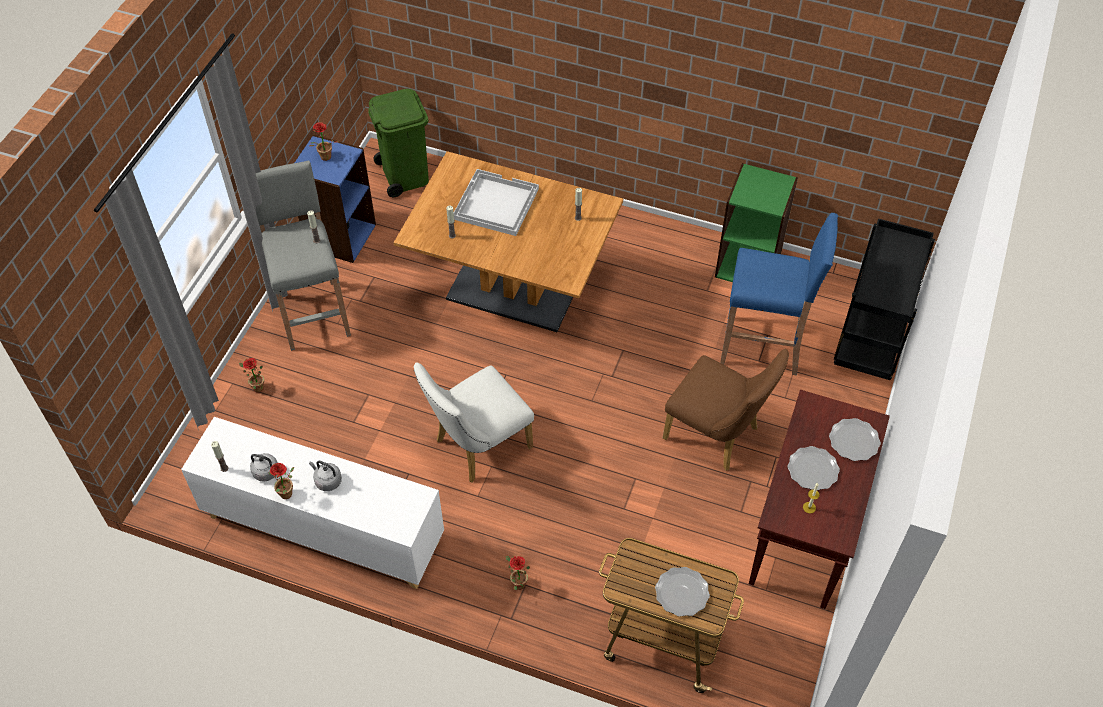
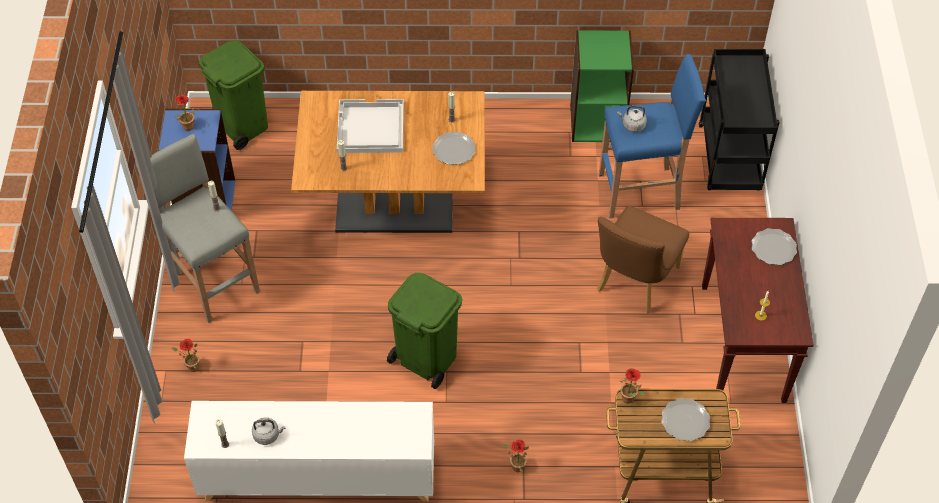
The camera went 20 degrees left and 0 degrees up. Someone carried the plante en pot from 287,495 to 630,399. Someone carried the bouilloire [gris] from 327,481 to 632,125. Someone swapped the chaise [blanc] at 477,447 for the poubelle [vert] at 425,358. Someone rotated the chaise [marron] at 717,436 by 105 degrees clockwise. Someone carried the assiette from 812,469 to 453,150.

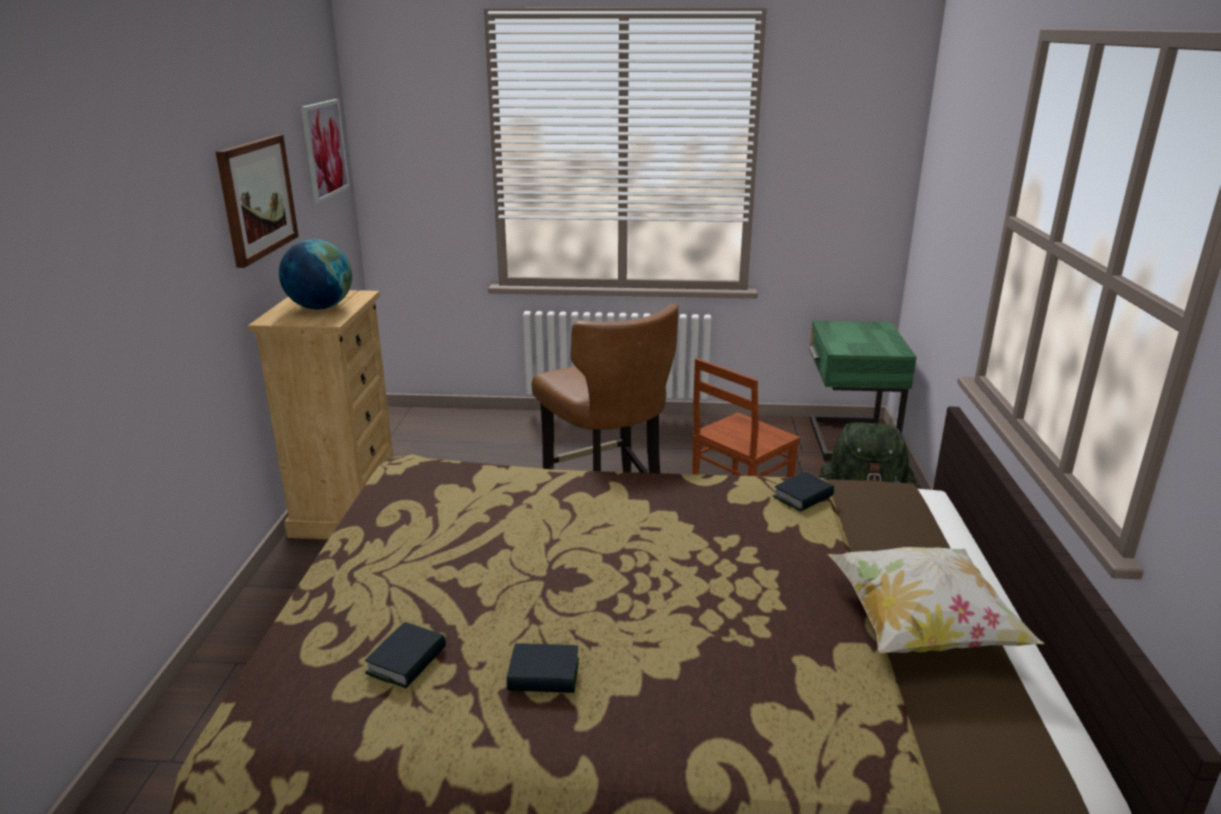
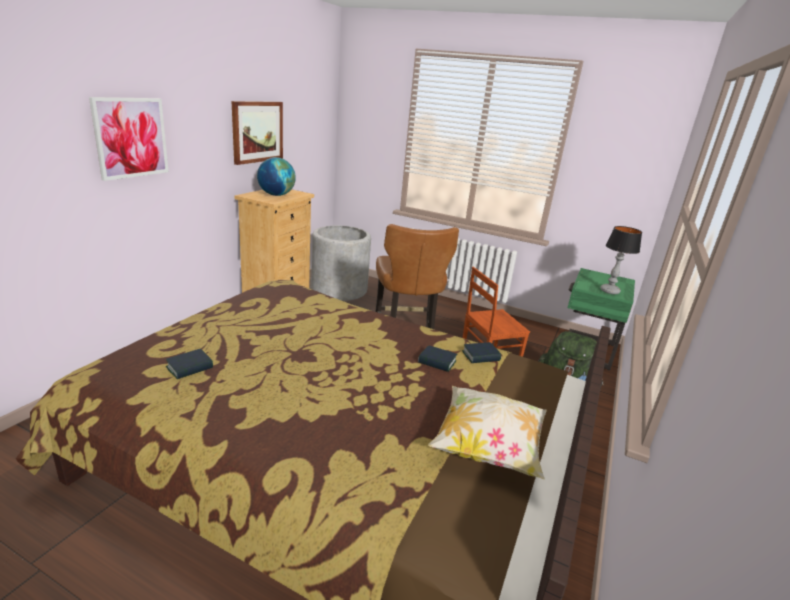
The camera went 20 degrees right and 0 degrees up. Someone carried the tableau from 324,149 to 131,137. Someone carried the livre from 544,675 to 437,362. Someone put down the cache-pot [gris] at 339,290. Someone put down the lampe de table at 610,291.

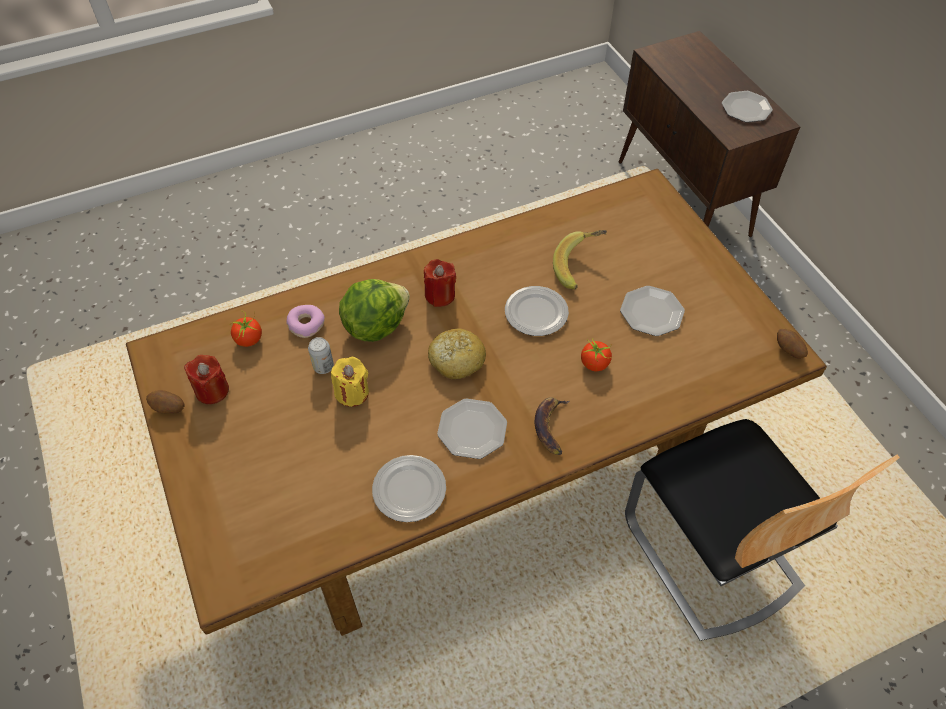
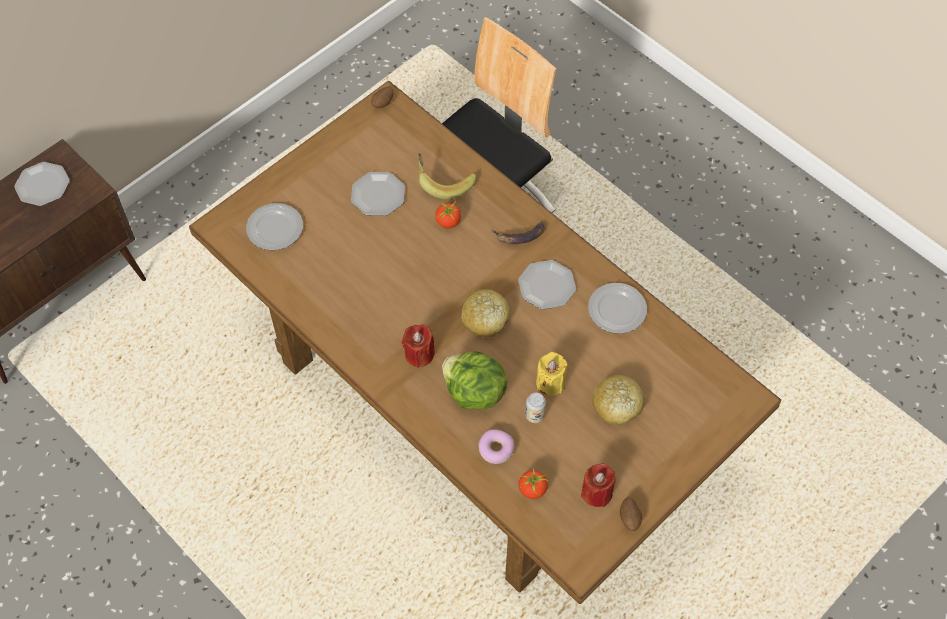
The camera went 110 degrees left and 5 degrees up. Someone carried the assiette from 537,313 to 274,228. Someone carried the banane from 580,267 to 444,181. Someone put down the pain at 617,405.

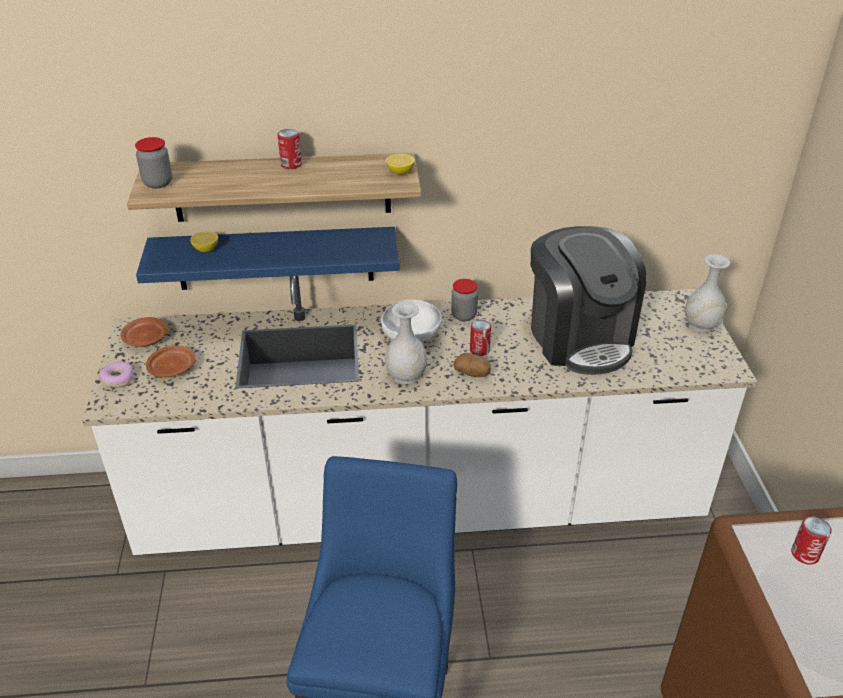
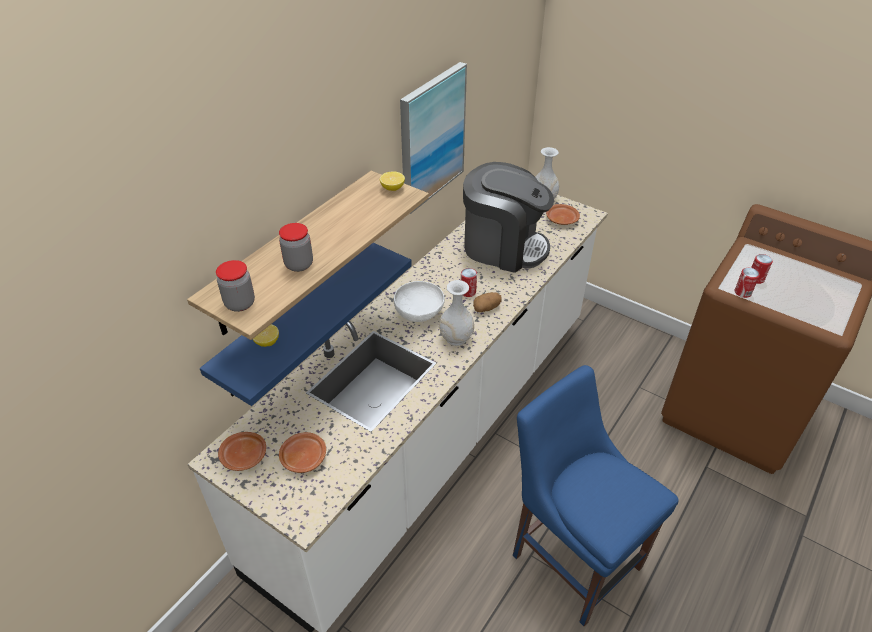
The camera went 50 degrees left and 5 degrees up. Someone took away the beignet at 118,379. Someone carried the boîte métallique from 291,164 to 742,292. Someone carried the bocal from 464,315 to 299,264. Someone put up the tableau at 431,137. Someone put down the assiette [marron] at 561,219.

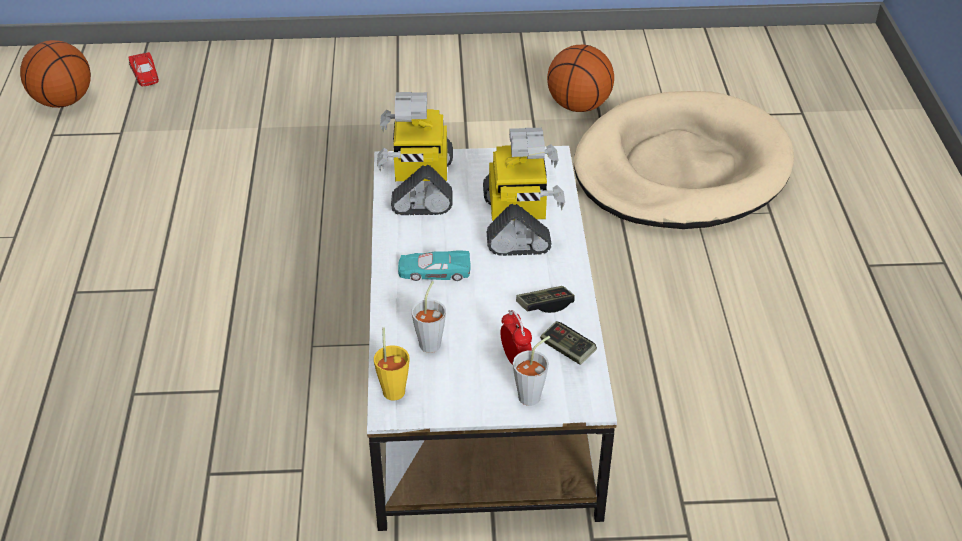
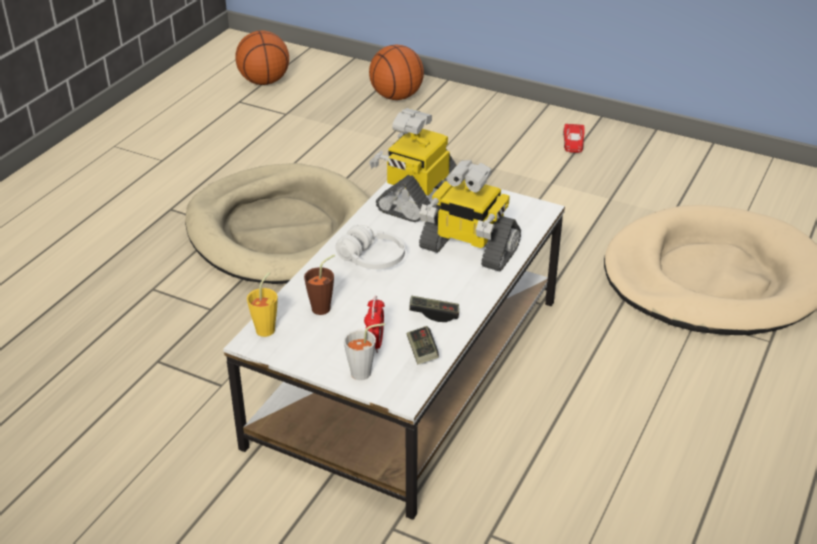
The camera went 30 degrees right and 5 degrees down. Someone carried the petite voiture [rouge] from 145,74 to 573,142. Someone swapped the petite voiture [turquoise] at 434,270 for the casque audio [blanc] at 372,259. Someone repainted the tasse [gris] at 432,341, which became the tasse [marron] at 324,307. Someone rotated the robot jouet at 518,224 by 90 degrees clockwise. Someone carried the ballon de basket from 578,106 to 396,96. Someone put down the panier pour chien [beige] at 282,231.

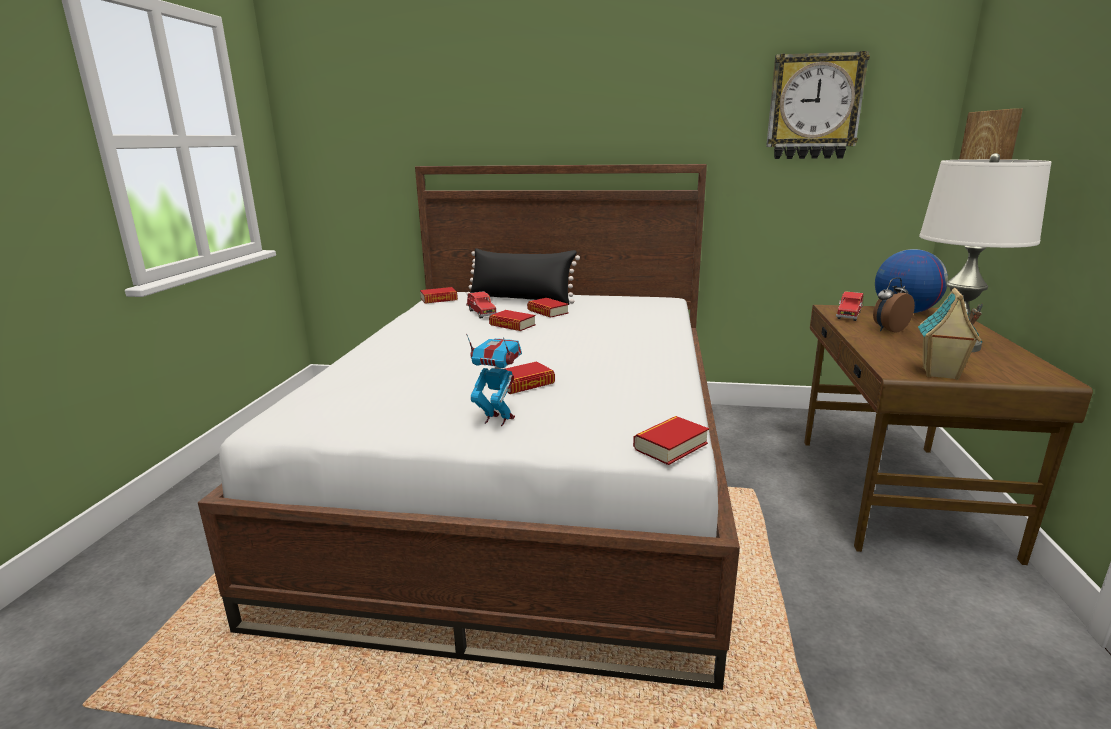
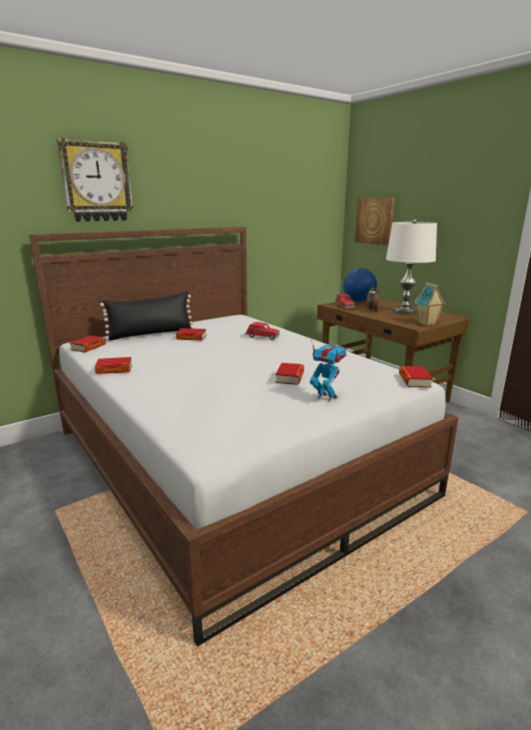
The camera went 45 degrees left and 0 degrees up. Someone carried the petite voiture [rouge] from 481,313 to 262,337. Someone rotated the robot jouet at 498,419 by 60 degrees clockwise. Someone carried the livre from 512,325 to 114,369. Someone carried the horloge murale from 814,107 to 96,182.

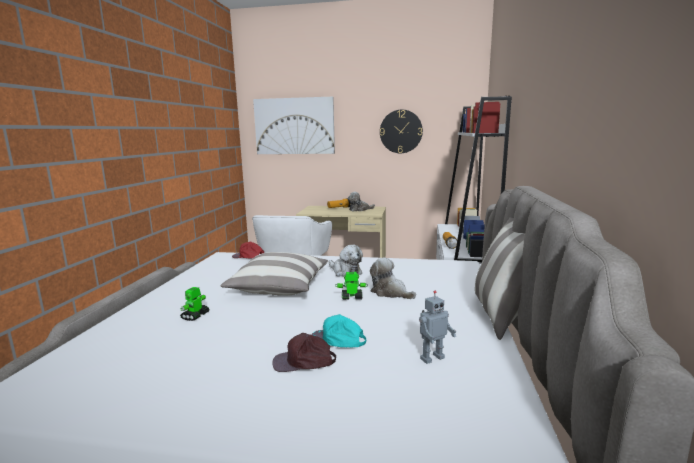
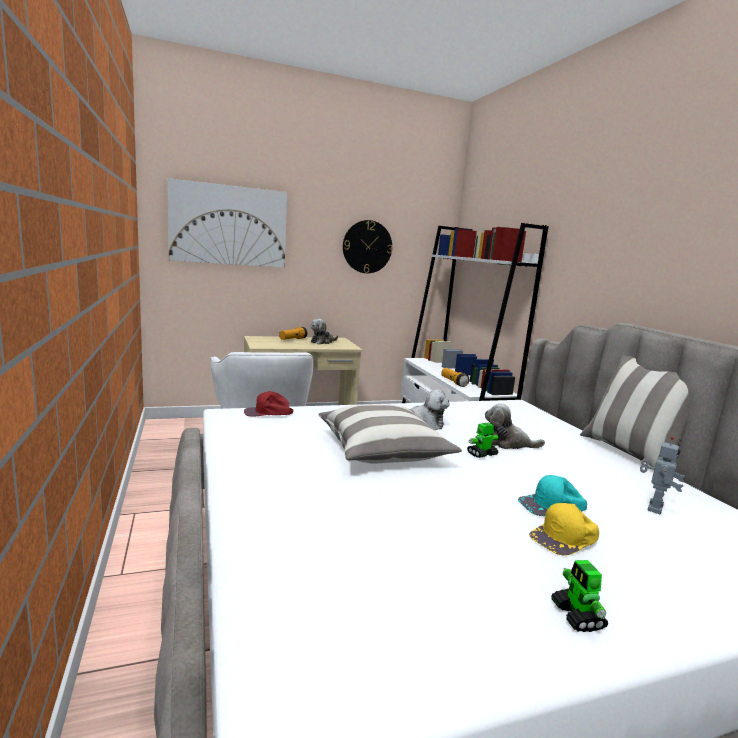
The camera went 30 degrees left and 0 degrees up. Someone carried the robot jouet from 195,316 to 577,616. Someone repainted the casquette [marron] at 304,362, which became the casquette [jaune] at 565,538.

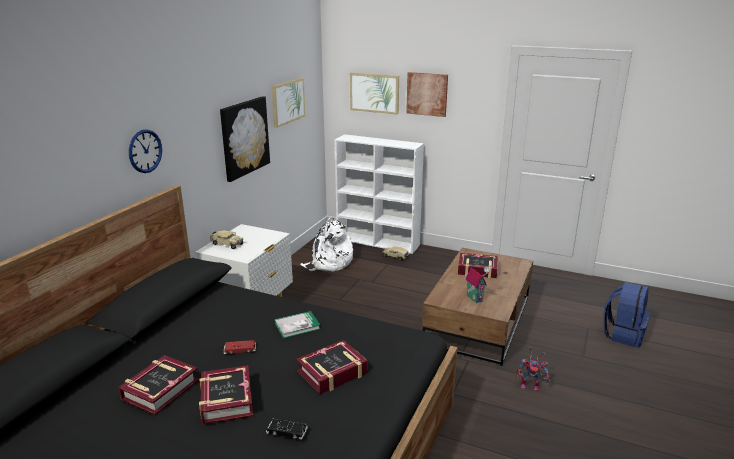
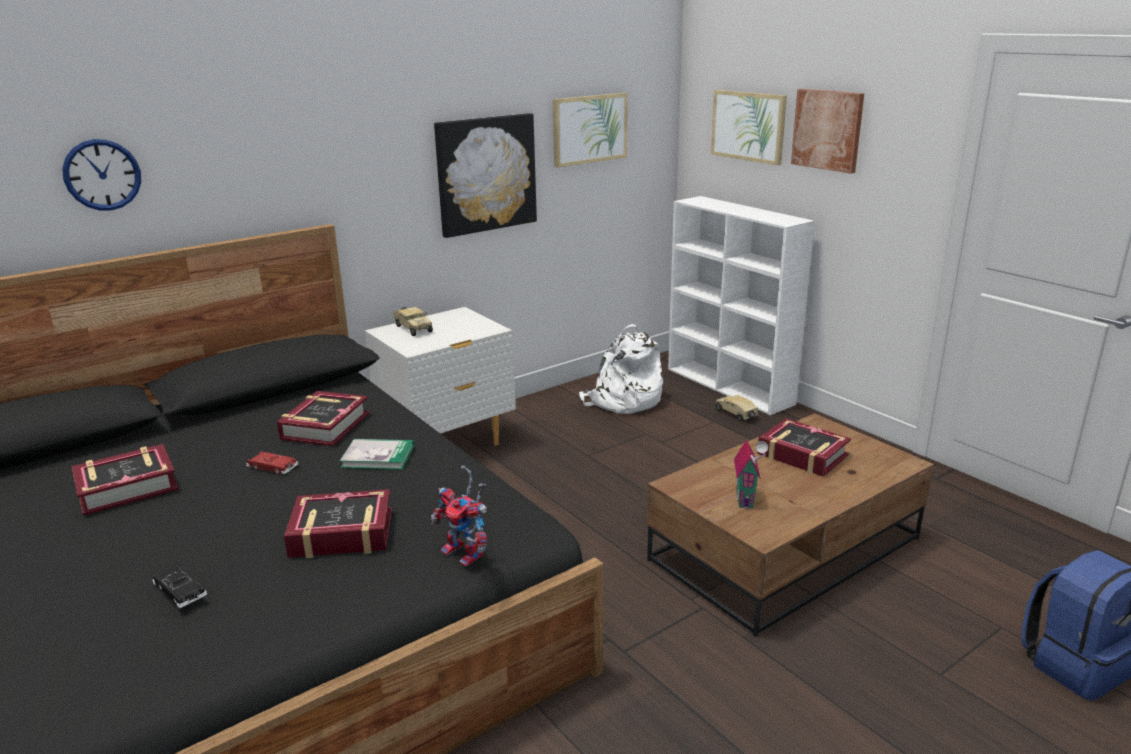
The camera went 30 degrees right and 0 degrees up. Someone carried the horloge murale from 145,151 to 102,175. Someone carried the livre from 226,400 to 325,426. Someone carried the robot jouet from 531,386 to 467,554.

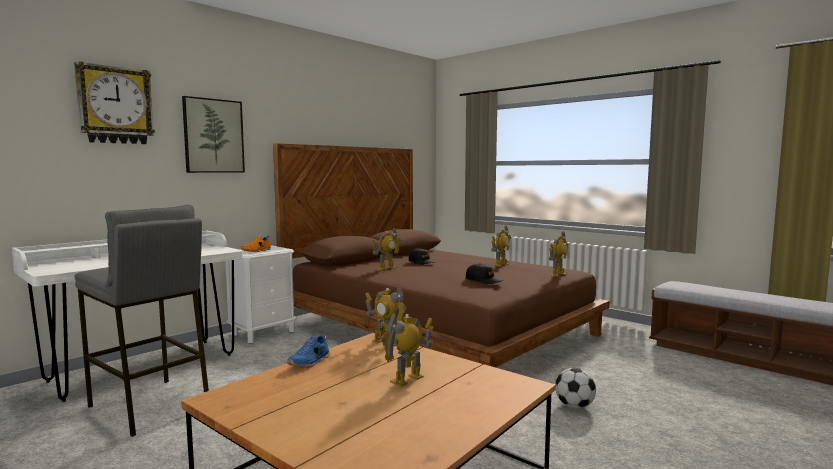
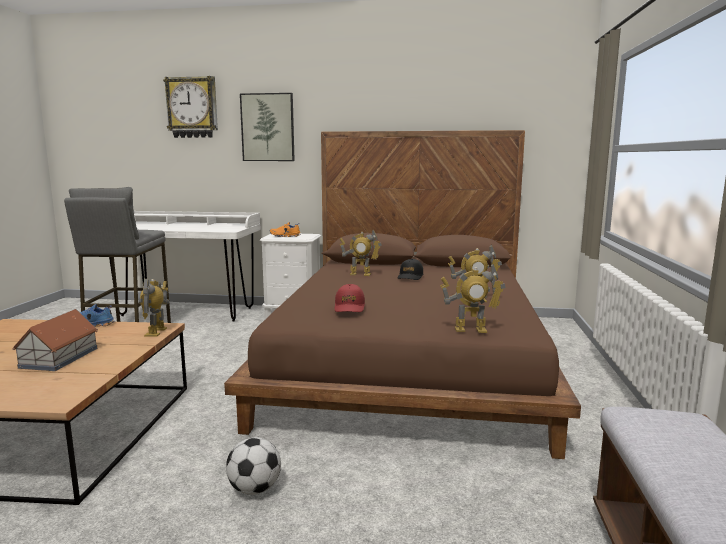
The camera went 55 degrees right and 5 degrees up. Someone swapped the robot jouet at 407,380 for the maison miniature at 58,358. Someone repainted the casquette [noir] at 484,280, which became the casquette [rouge] at 349,307.

